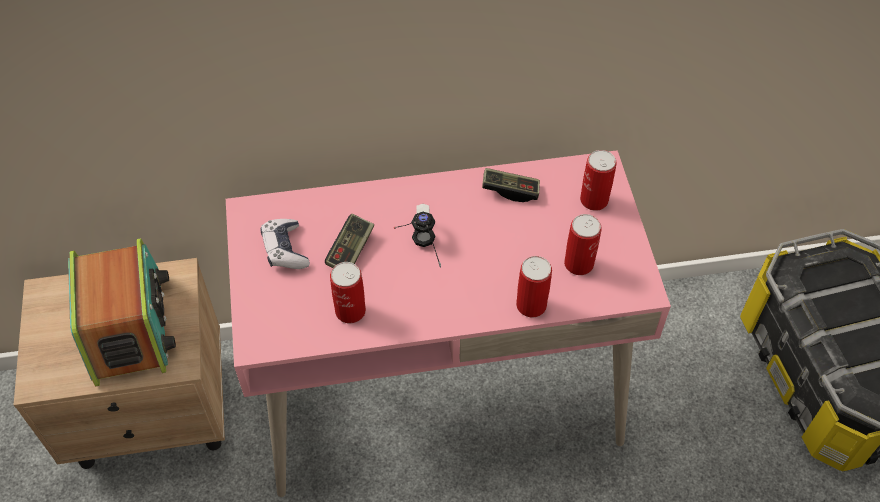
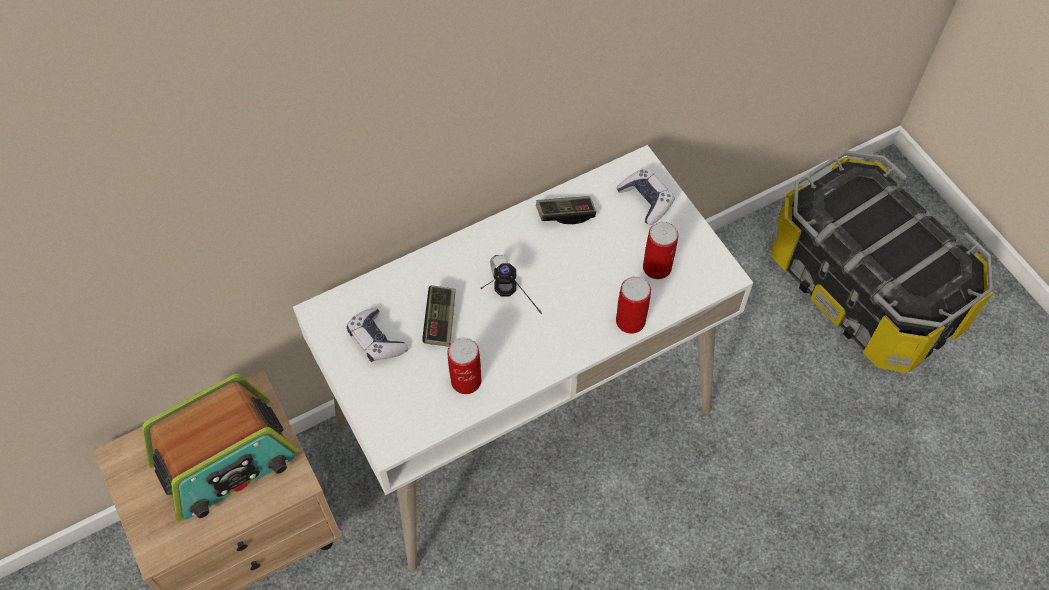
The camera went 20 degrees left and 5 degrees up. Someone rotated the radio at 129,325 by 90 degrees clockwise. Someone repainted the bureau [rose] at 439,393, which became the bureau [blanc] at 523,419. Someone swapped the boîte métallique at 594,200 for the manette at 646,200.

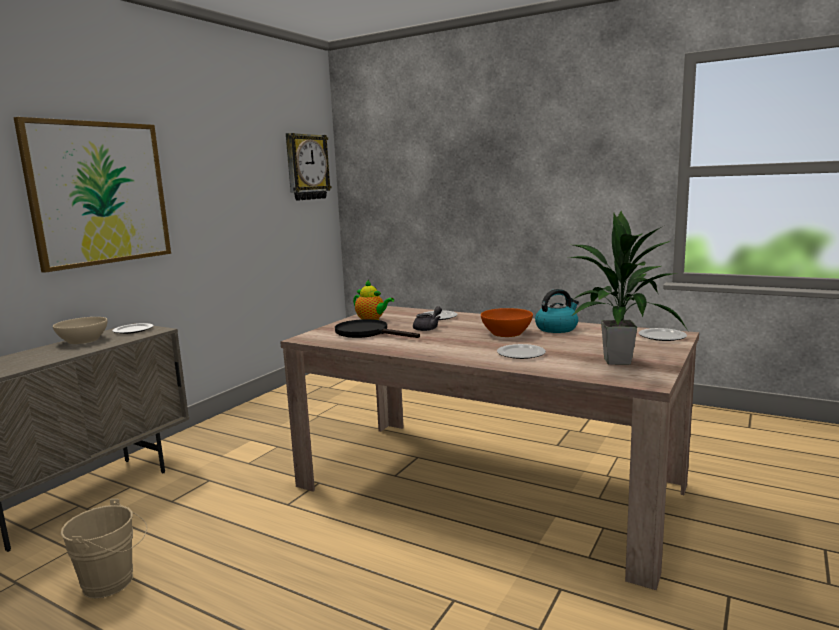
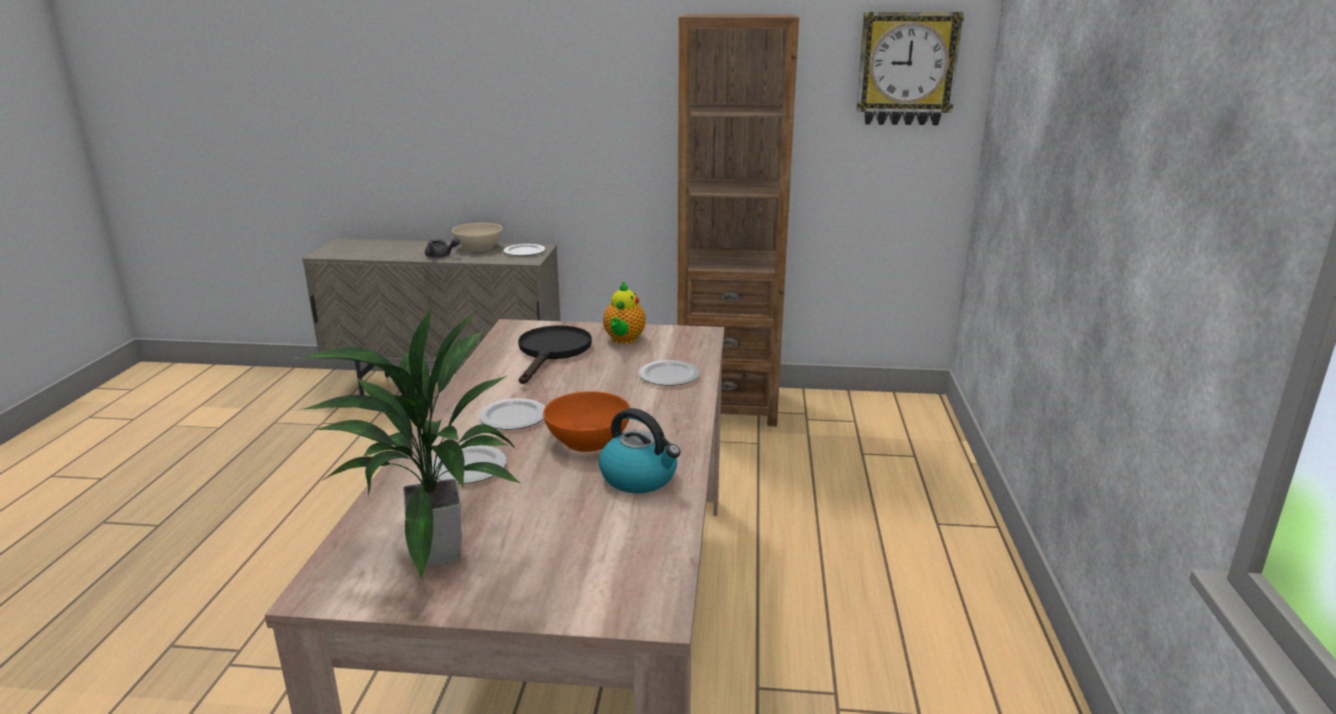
The camera went 65 degrees right and 10 degrees up. Someone took away the tableau at 99,193. Someone took away the seau [beige] at 113,583. Someone carried the théière [gris] from 428,328 to 441,256. Someone carried the assiette from 661,336 to 514,417. Someone put down the bibliothèque [marron] at 728,405.

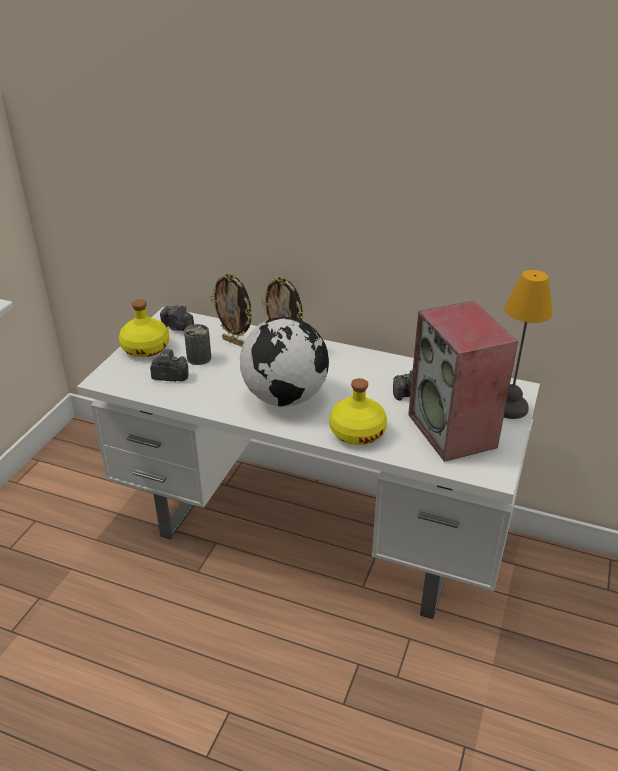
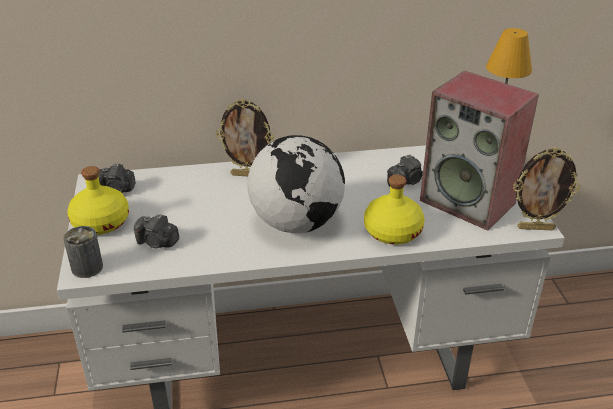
The camera went 30 degrees left and 0 degrees up. Someone rotated the appareil photo at 170,376 by 135 degrees counterclockwise. Someone carried the boîte métallique from 199,358 to 87,267. Someone carried the cadre photo from 235,342 to 535,228.

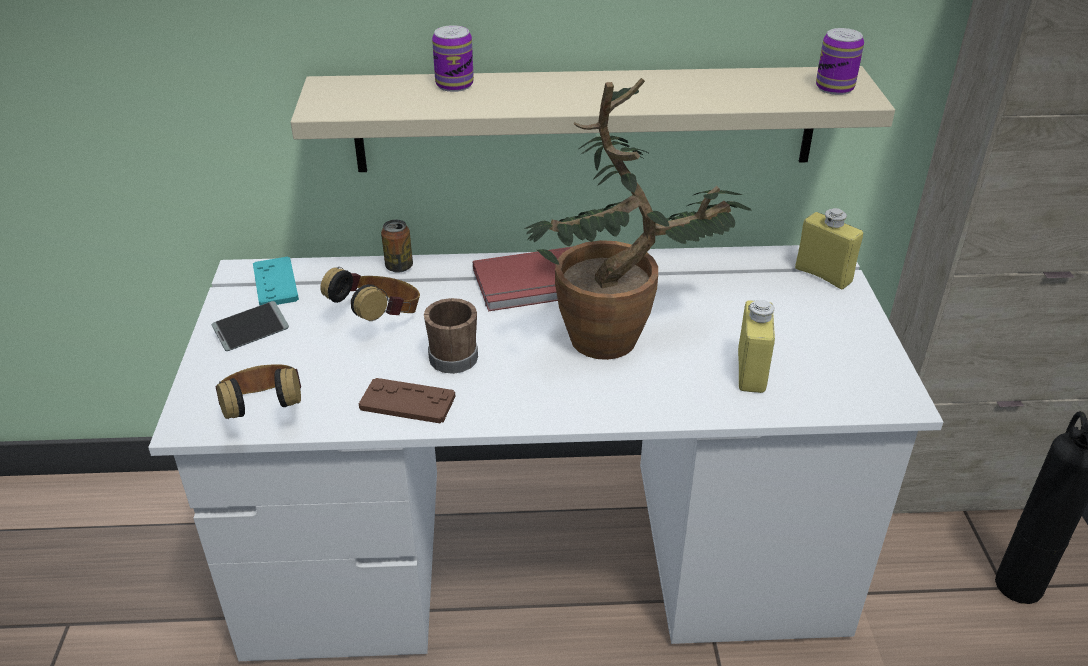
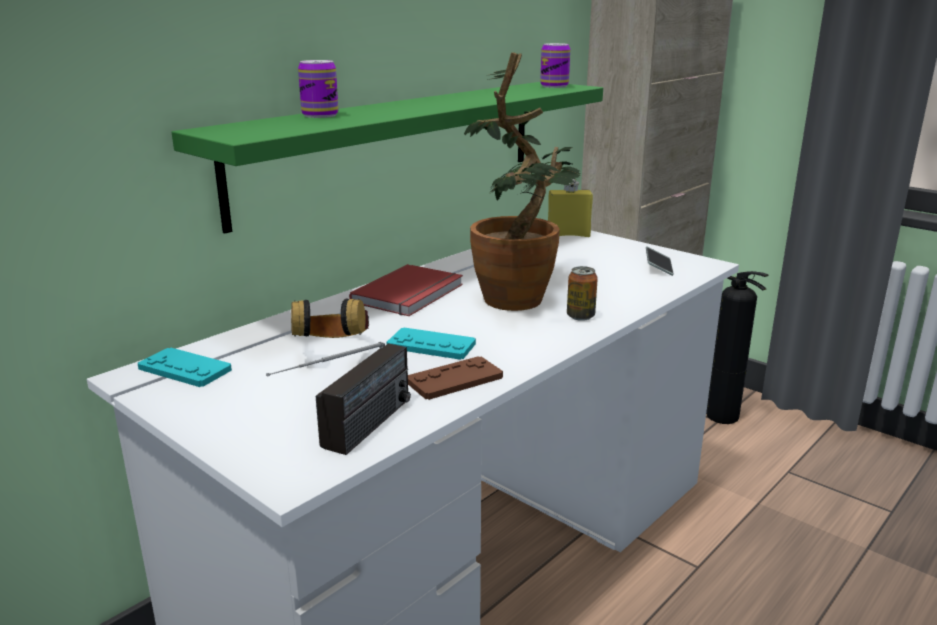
The camera went 45 degrees left and 15 degrees down. Someone carried the téléphone from 252,332 to 658,266. Someone swapped the casque audio at 264,413 for the radio at 351,439. Someone repainted the étagère [beige] at 585,119, which became the étagère [vert] at 396,146. Someone carried the boîte métallique from 399,267 to 580,316. Someone swapped the mug [marron] at 451,355 for the manette [turquoise] at 431,345. Someone took away the bouteille [jaune] at 751,372.

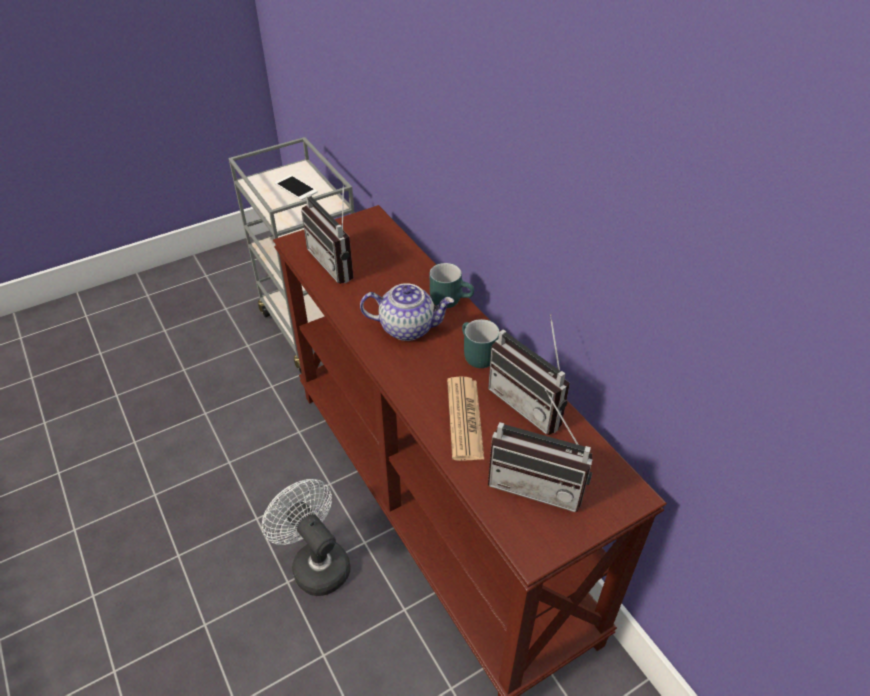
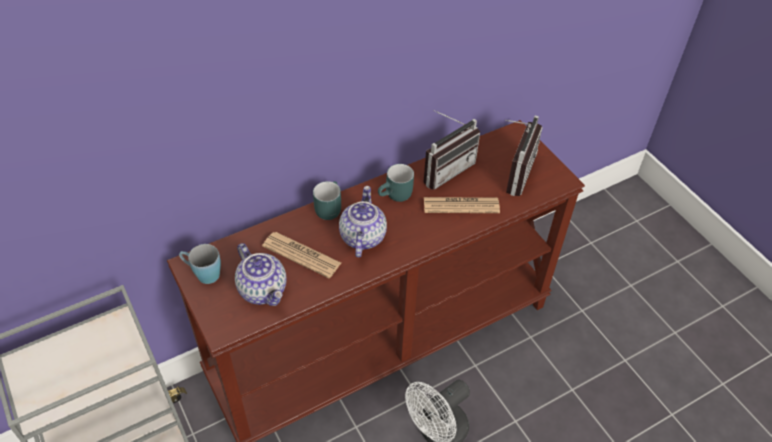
The camera went 90 degrees left and 5 degrees up. Someone took away the téléphone at 296,188. Someone swapped the radio at 338,262 for the théière at 263,290. Someone put down the mug [bleu] at 203,274. Someone put down the journal at 301,255.

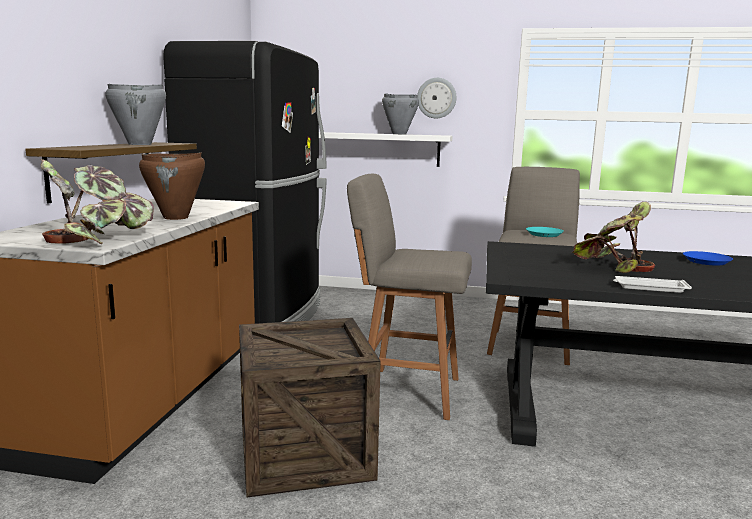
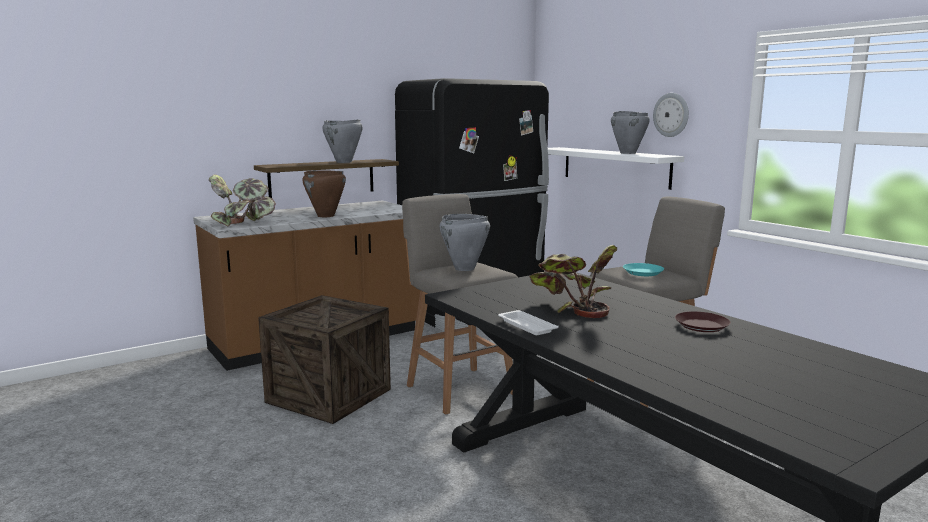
The camera went 45 degrees right and 0 degrees up. Someone repainted the assiette [bleu] at 706,262, which became the assiette [marron] at 701,326. Someone put down the marmite [gris] at 464,269.

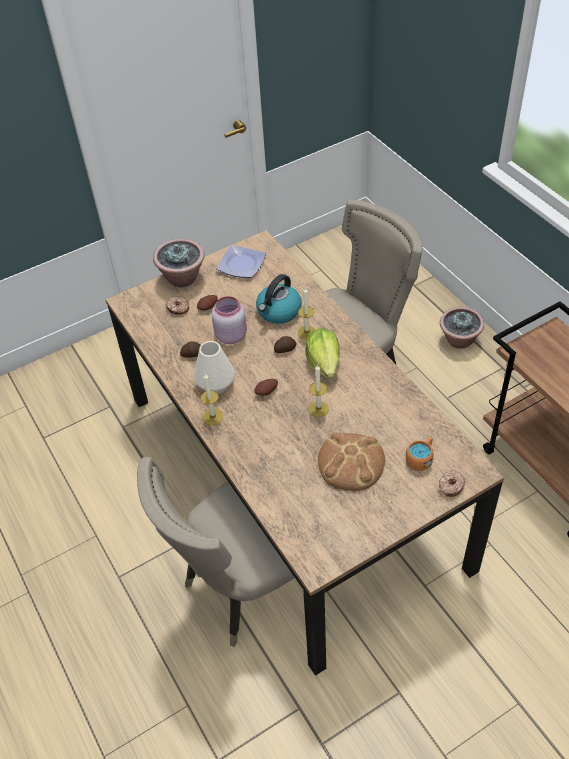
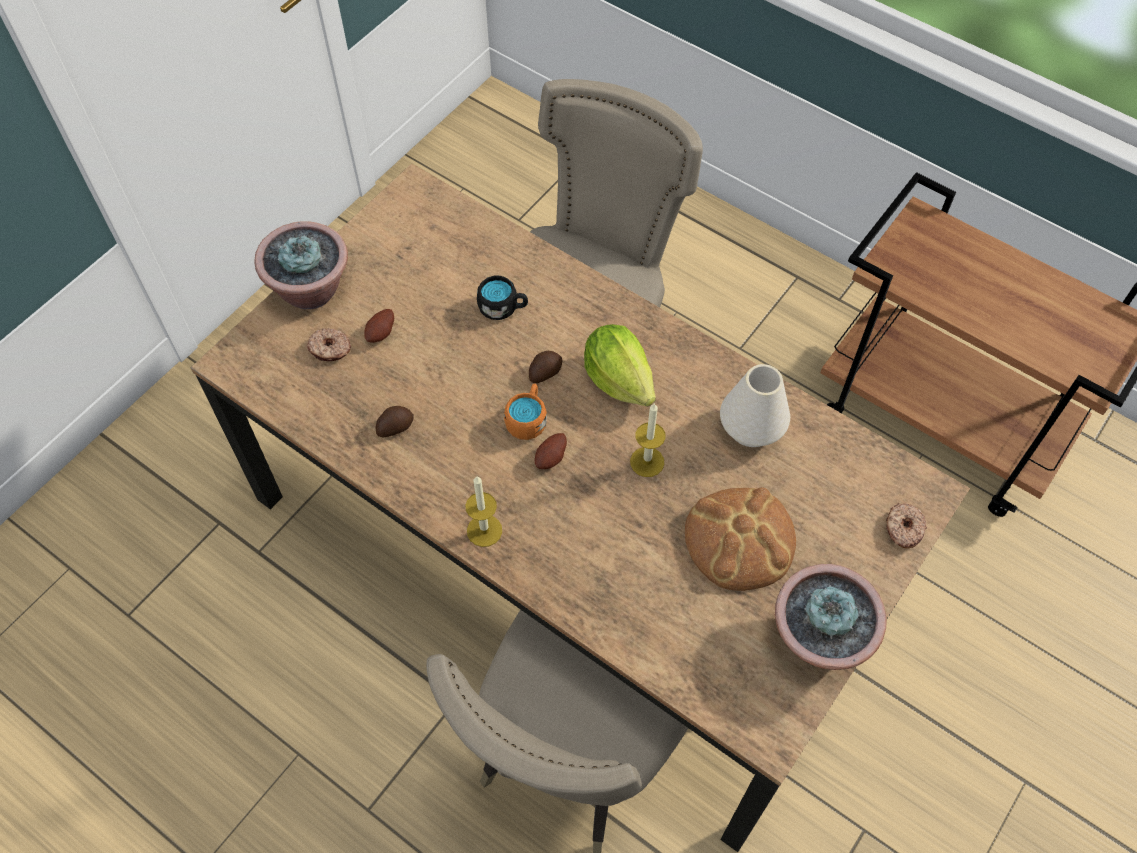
The camera went 25 degrees left and 10 degrees up. Someone carried the vase [blanc] from 215,384 to 751,429. Someone took away the bocal [rose] at 230,335. Someone took away the assiette at 242,264. Someone swapped the bouilloire at 278,311 for the mug [noir] at 503,307. Someone took away the bougie at 307,332. Someone carried the mug [orange] from 421,459 to 528,419. Someone carried the plante en pot from 459,340 to 818,639.

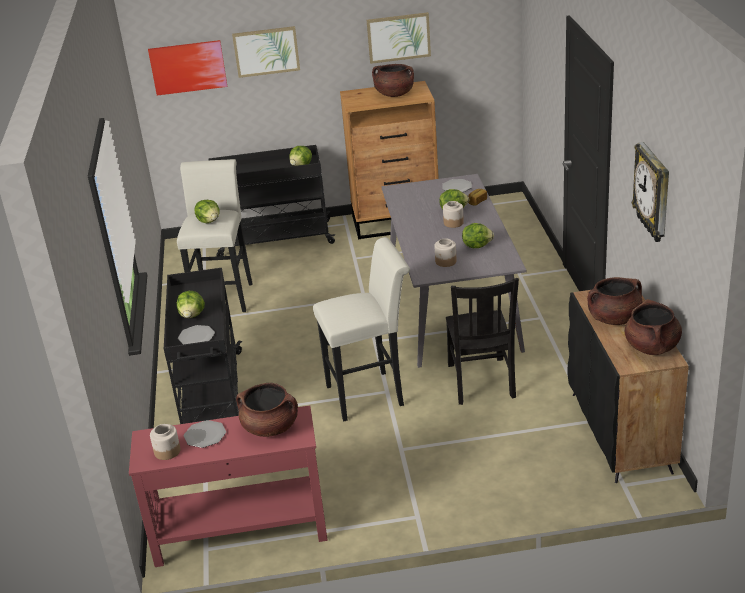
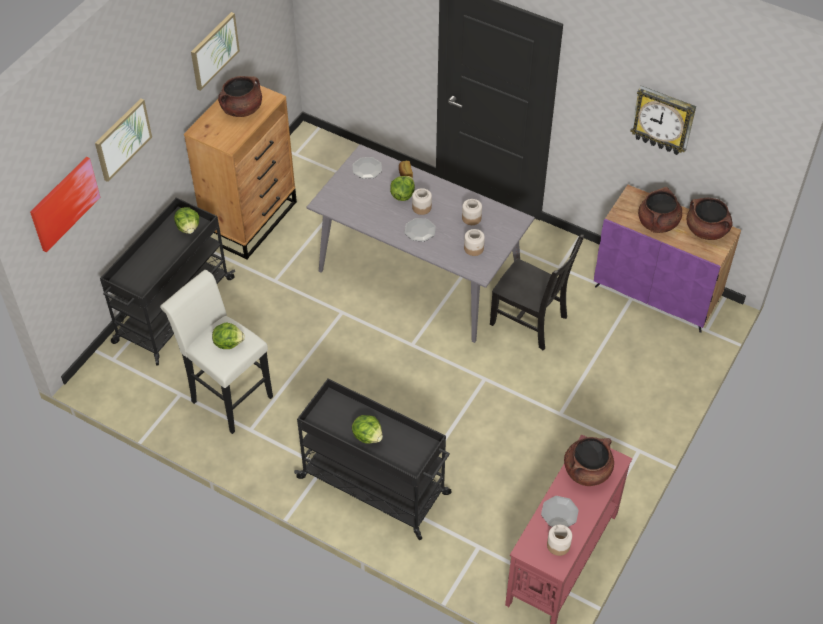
The camera went 55 degrees left and 20 degrees up. Someone carried the assiette from 196,336 to 420,230. Someone took away the tabouret [blanc] at 371,394. Someone swapped the laitue at 477,245 for the bocal at 471,218. Someone repainted the meuble de rangement [noir] at 621,432, which became the meuble de rangement [violet] at 657,293.

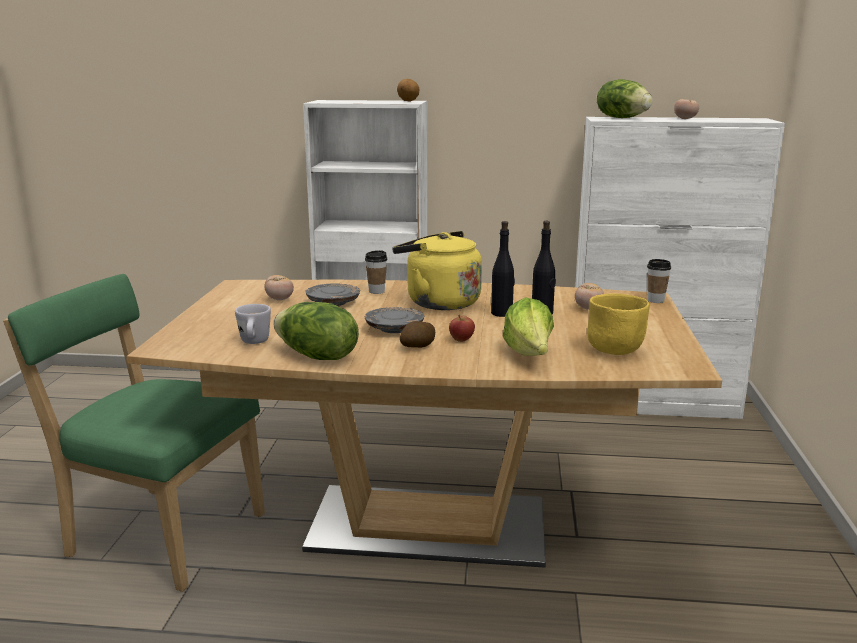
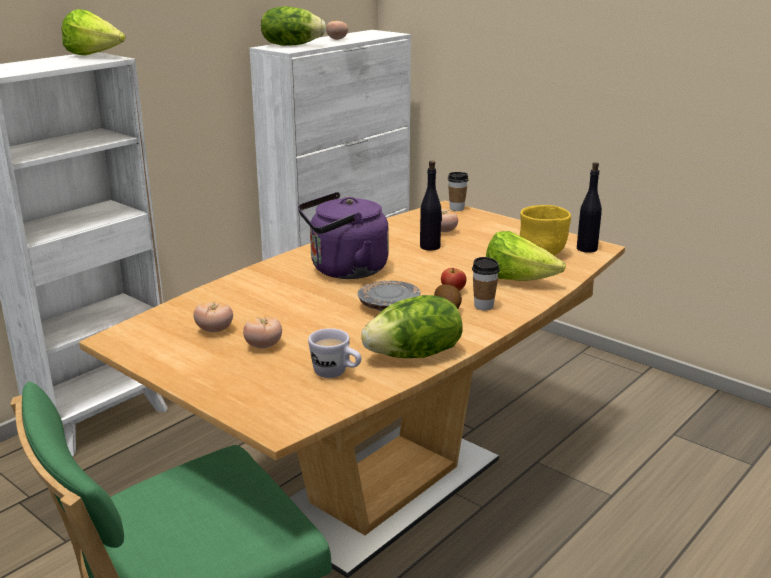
The camera went 55 degrees left and 5 degrees up. Someone took away the assiette [gris] at 333,302. Someone carried the tasse from 376,291 to 483,306. Someone repainted the bouilloire [jaune] at 438,302, which became the bouilloire [violet] at 344,270. Someone swapped the pomme de terre at 408,101 for the laitue at 95,56. Someone carried the bouteille [noir] from 502,313 to 586,249. Someone put down the tomate at 263,346.

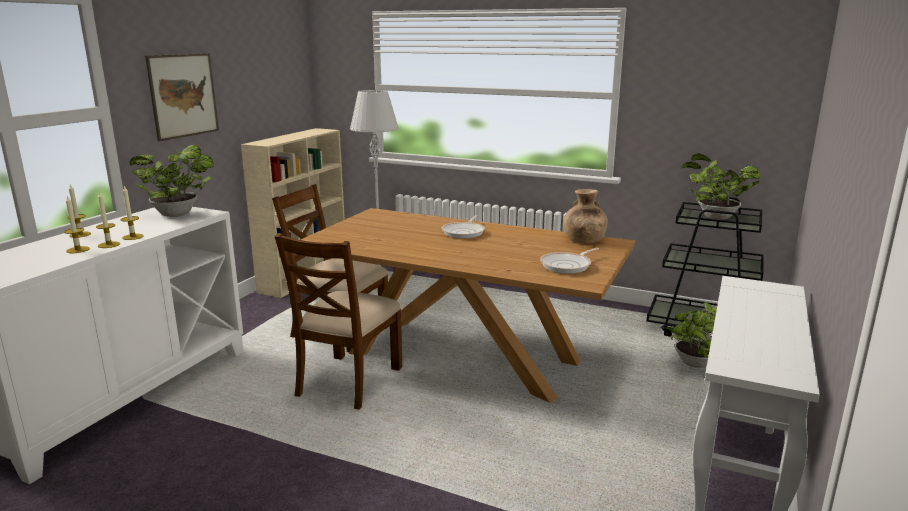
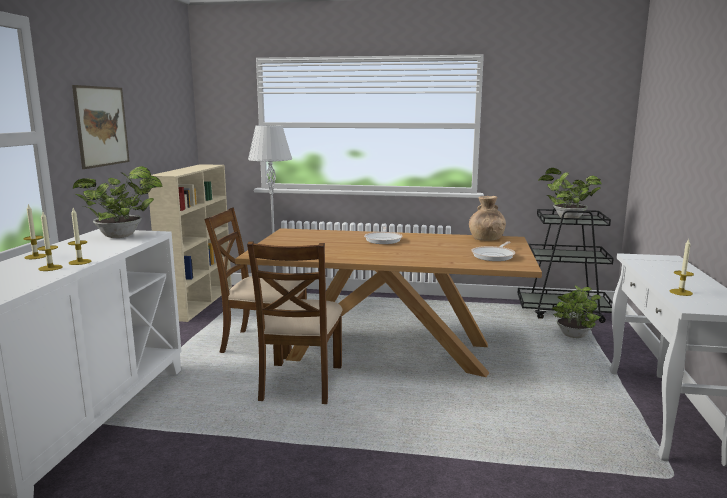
The camera went 15 degrees left and 5 degrees down. Someone carried the bougie from 133,237 to 681,292.

